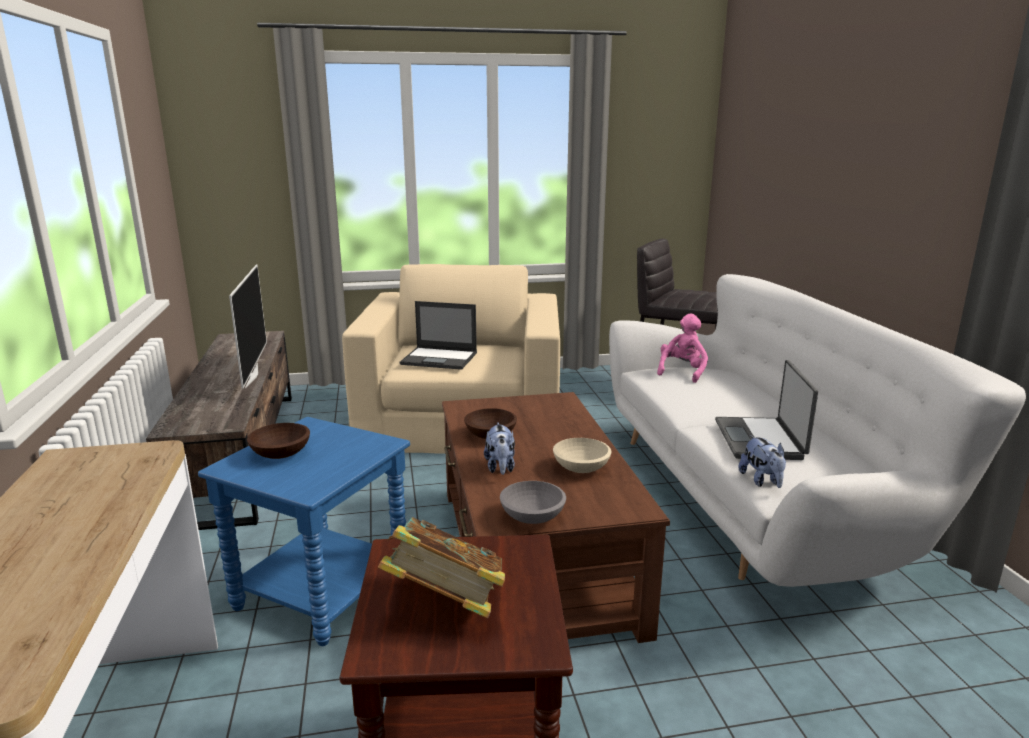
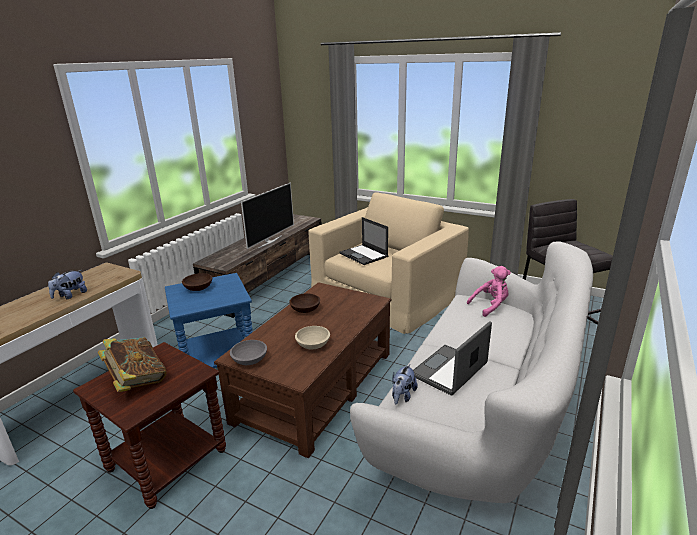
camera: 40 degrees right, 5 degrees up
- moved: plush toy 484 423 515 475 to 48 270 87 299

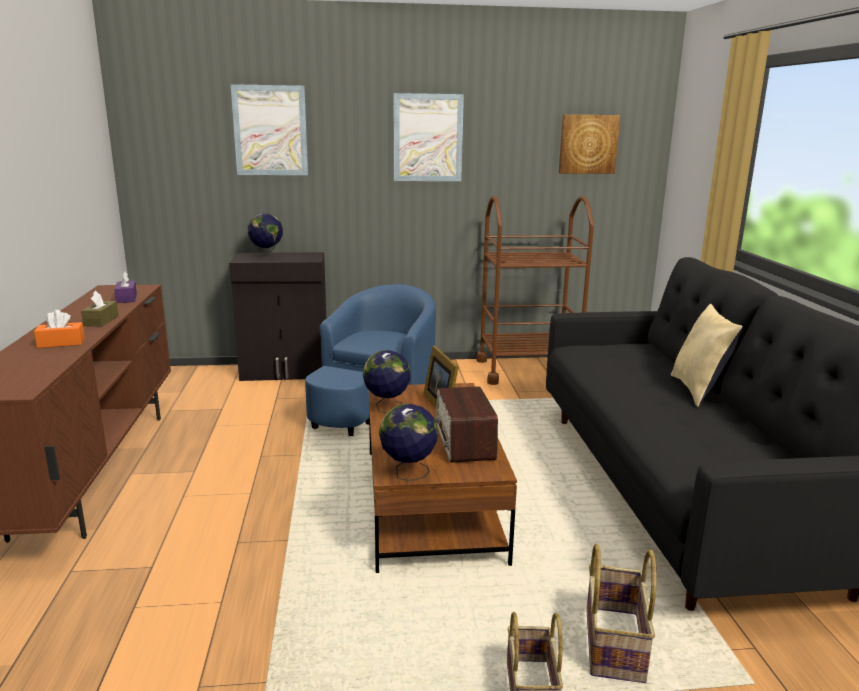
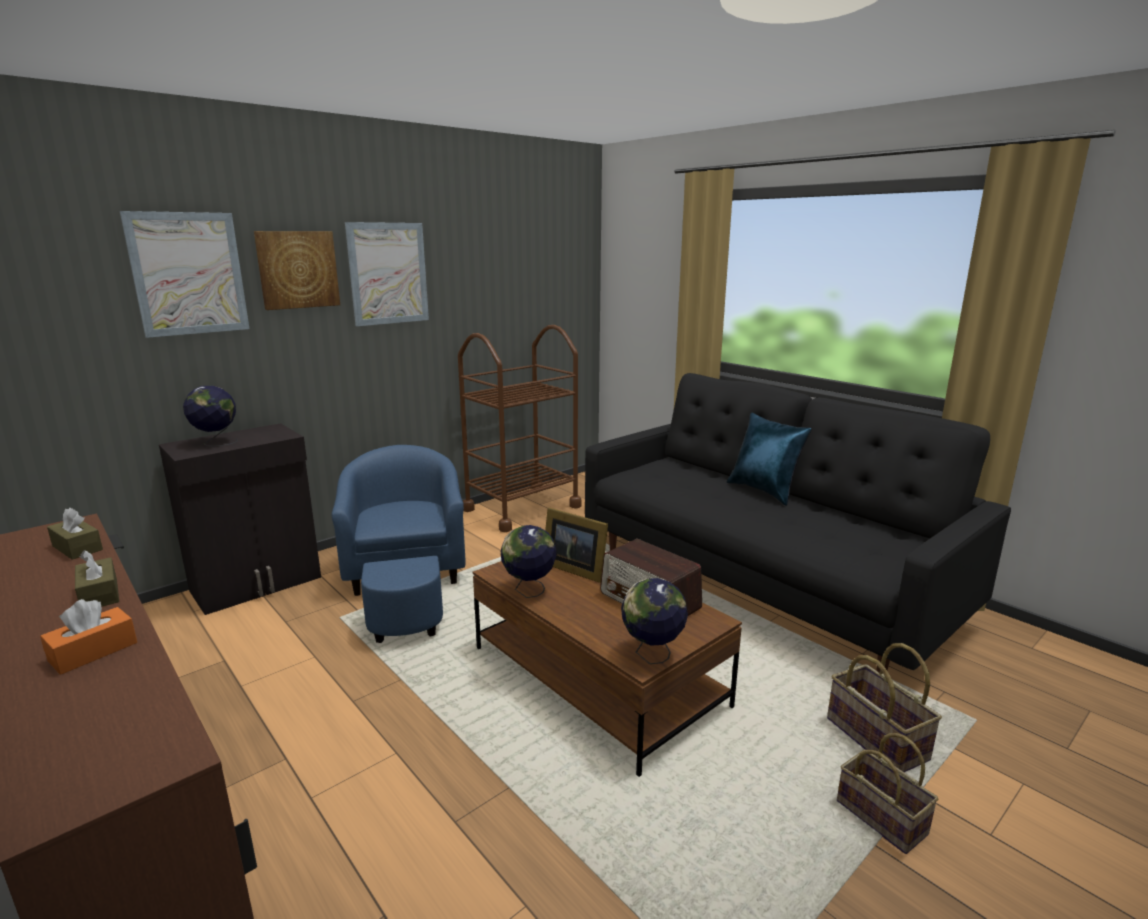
camera: 35 degrees left, 0 degrees up
- moved: picture 559 114 620 174 to 254 231 340 310
- recoloured: purple tissue box 114 271 137 303 to brown tissue box 47 507 103 560
- recoloured: beige pillow 671 304 743 407 to blue pillow 727 412 812 506

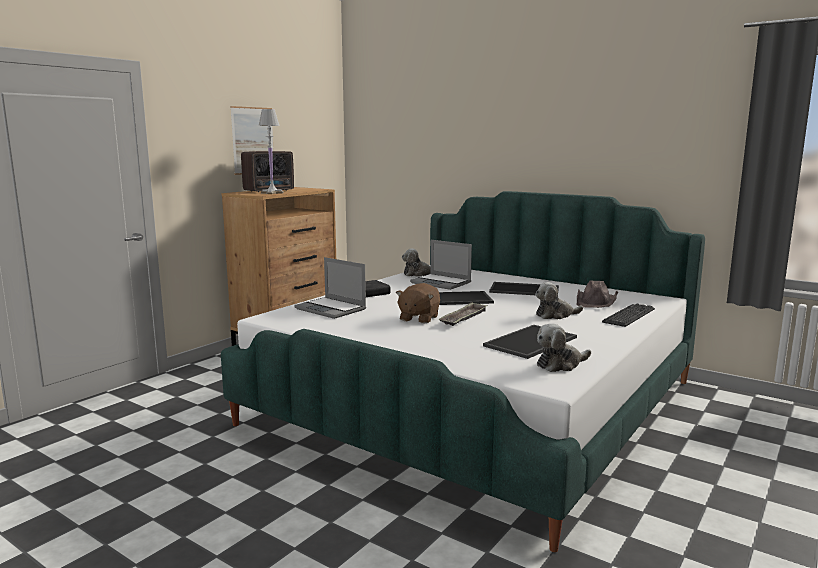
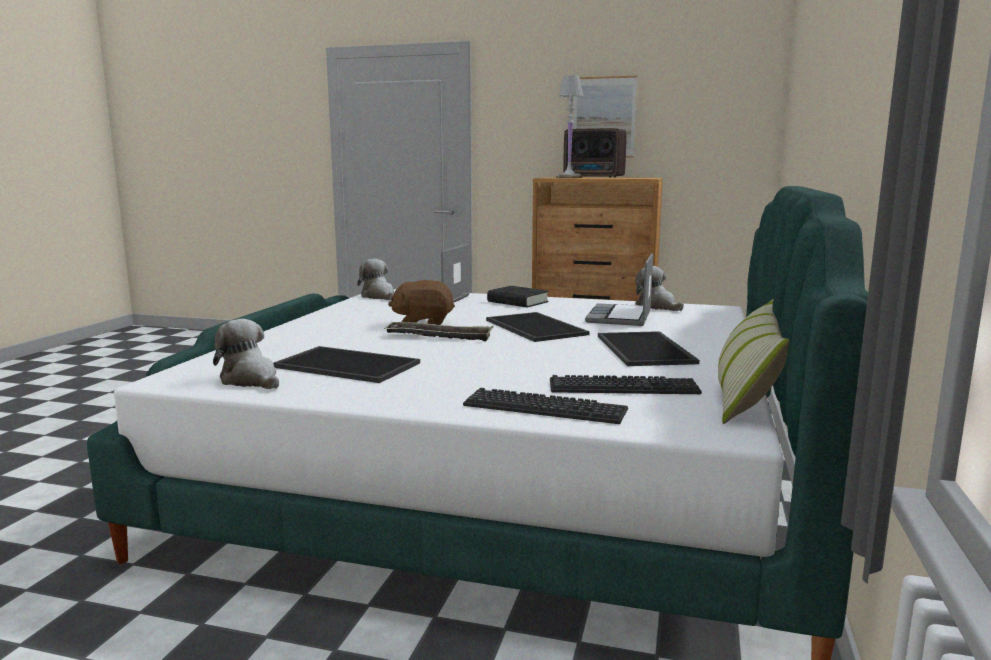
camera: 70 degrees right, 0 degrees up
- added: pillow 718 299 790 424
- moved: plush toy 535 282 583 319 to 357 259 394 300
- replaced: brown hat 577 281 618 308 to keyboard 550 375 702 394

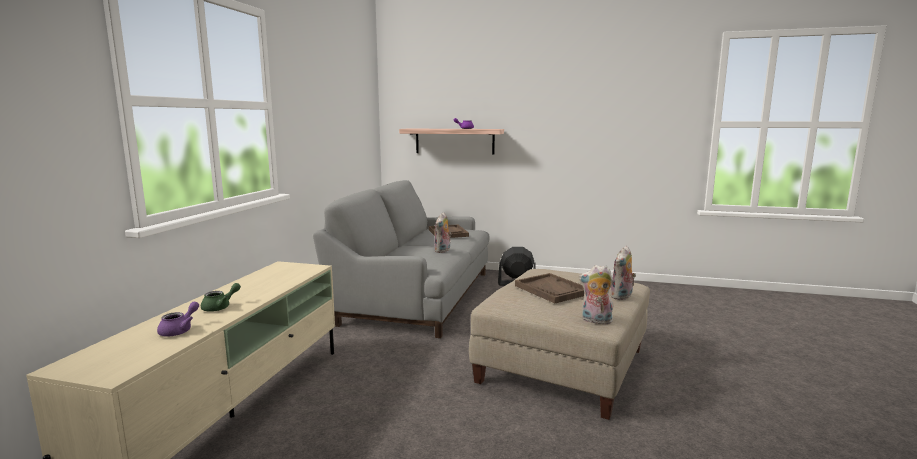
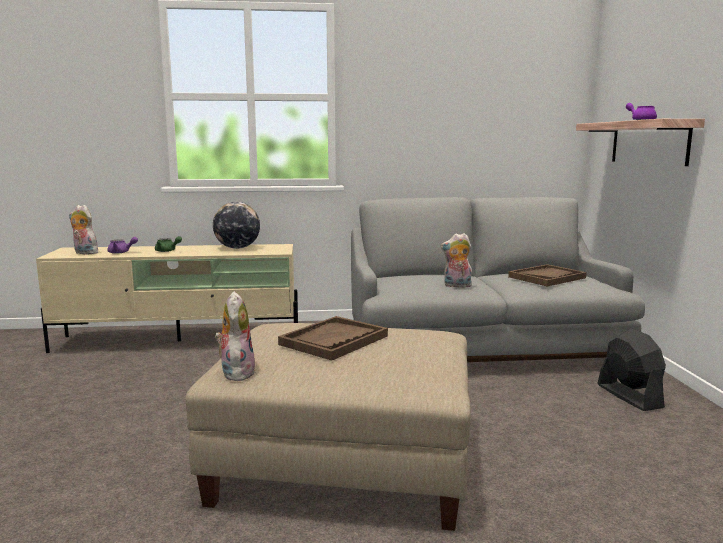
camera: 70 degrees right, 0 degrees up
- added: globe 213 202 260 249
- moved: plush toy 611 246 636 300 to 69 205 100 254

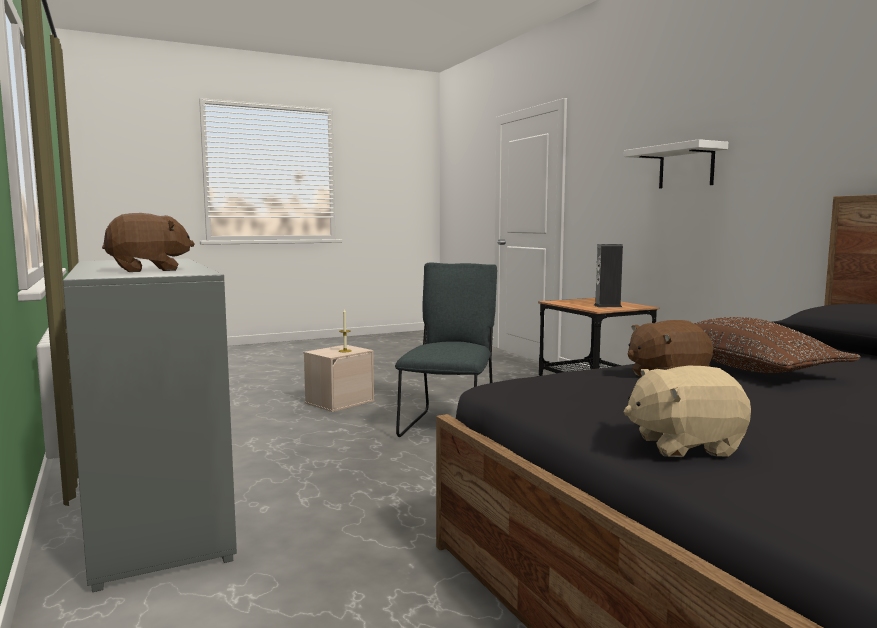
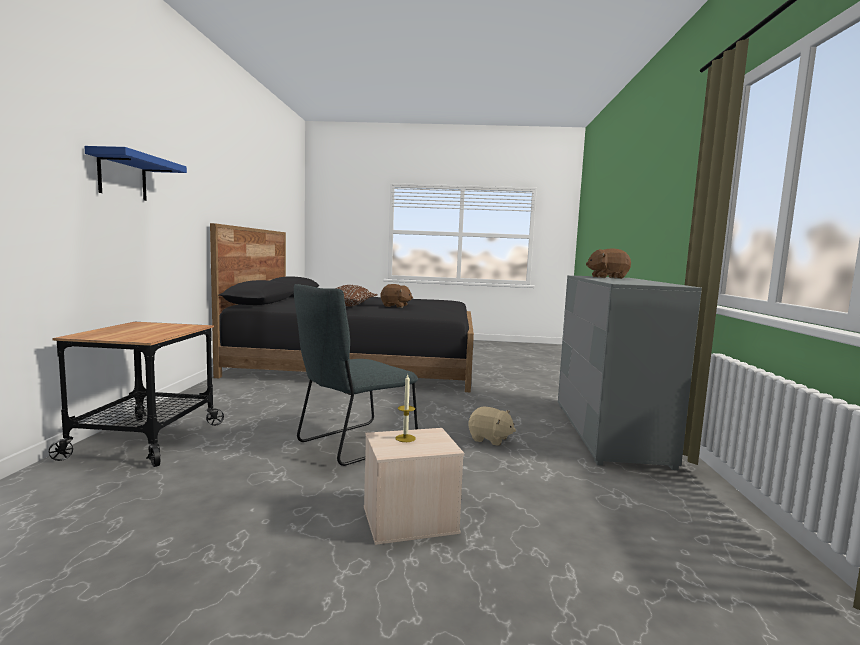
camera: 150 degrees left, 0 degrees up
- removed: speaker 594 244 623 307
- moved: beige plush toy 623 366 751 457 to 468 407 516 446
- recoloured: white shelf 624 139 728 188 to blue shelf 84 146 187 201

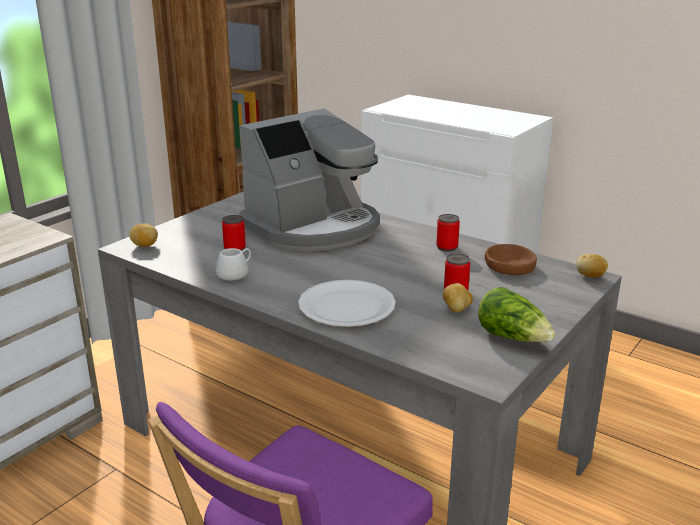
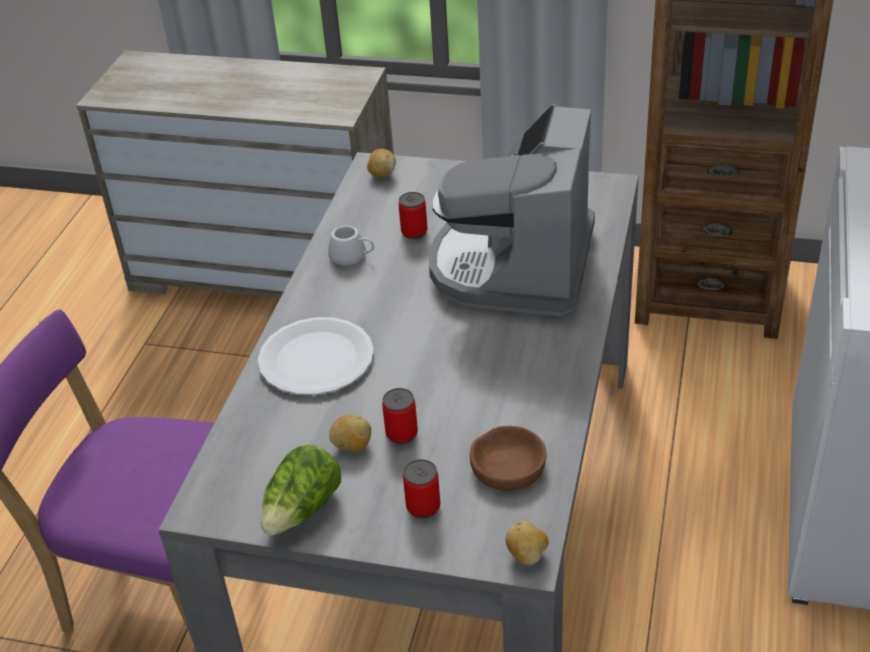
camera: 70 degrees right, 15 degrees up
- moved: can 436 214 460 251 to 403 459 440 518
- turned: coffee machine 238 108 380 252 = 429 104 595 316 75 degrees clockwise

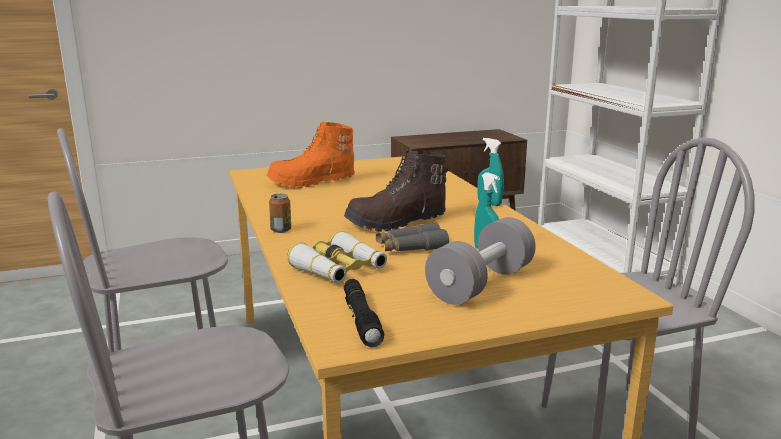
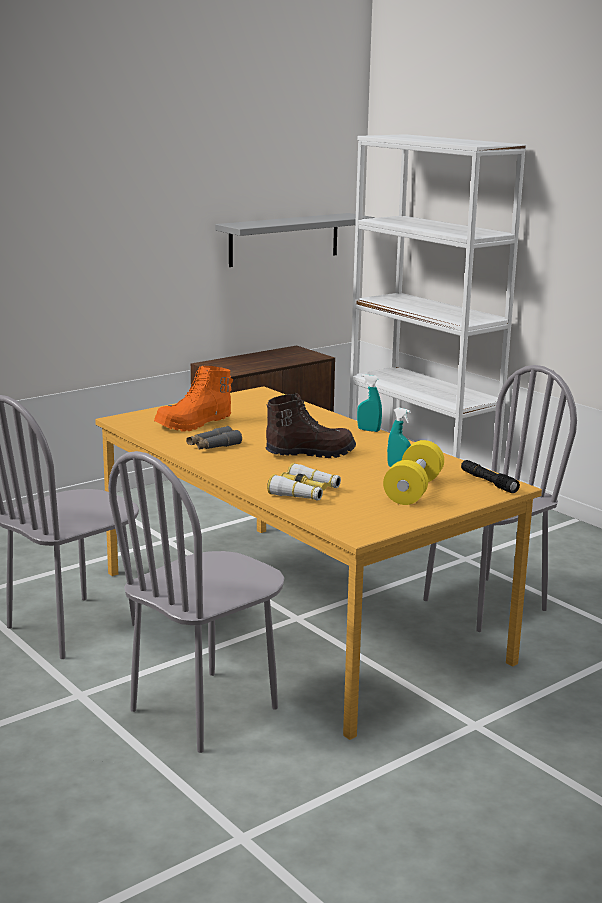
camera: 20 degrees left, 0 degrees up
- removed: can 269 194 291 233
- added: grey shelf 215 213 375 267
- moved: black flashlight 344 279 384 347 to 461 460 520 493
- moved: grey binoculars 376 222 449 251 to 186 426 242 449
- recoloured: grey dumbbell 425 217 536 305 to yellow dumbbell 383 440 444 505
- turned: brown boot 344 149 448 232 = 266 393 356 458 150 degrees counterclockwise

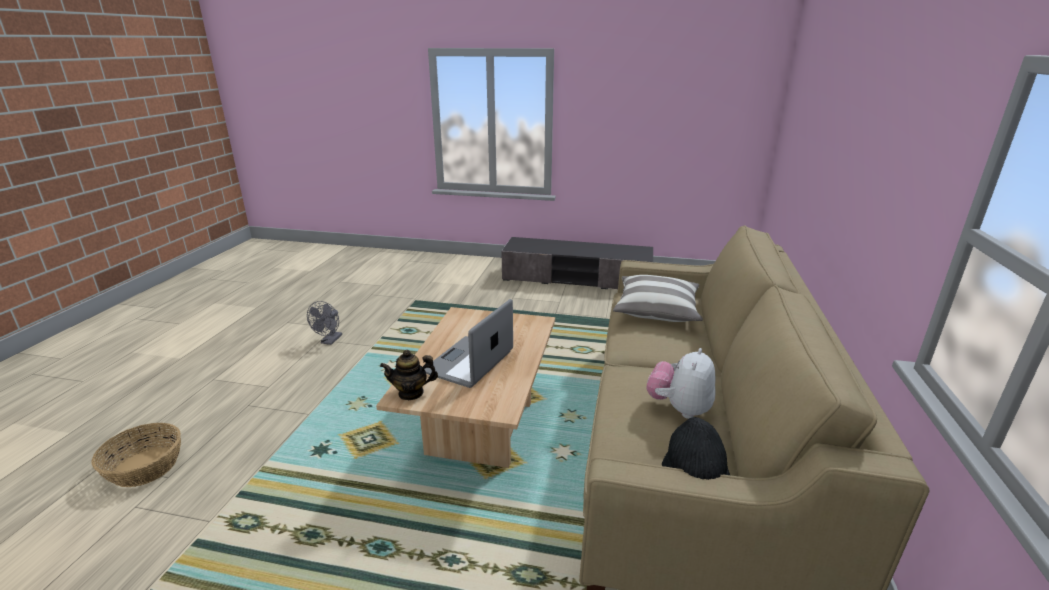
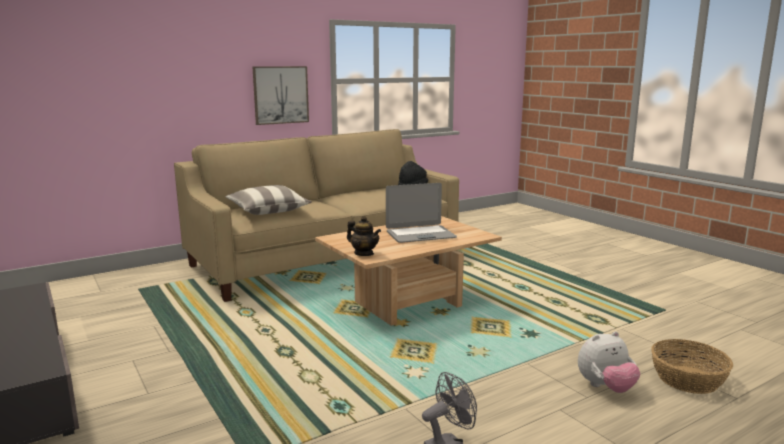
camera: 135 degrees left, 10 degrees down
- added: picture 252 66 309 125
- moved: teapot 380 350 438 400 to 347 216 381 256
- moved: plush toy 647 348 716 419 to 578 331 640 393

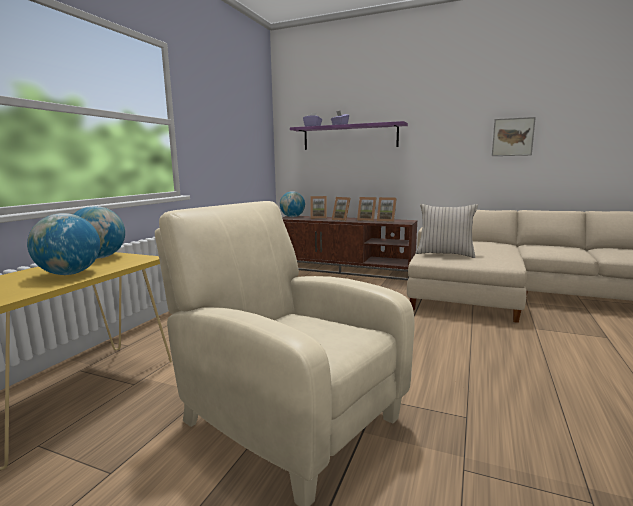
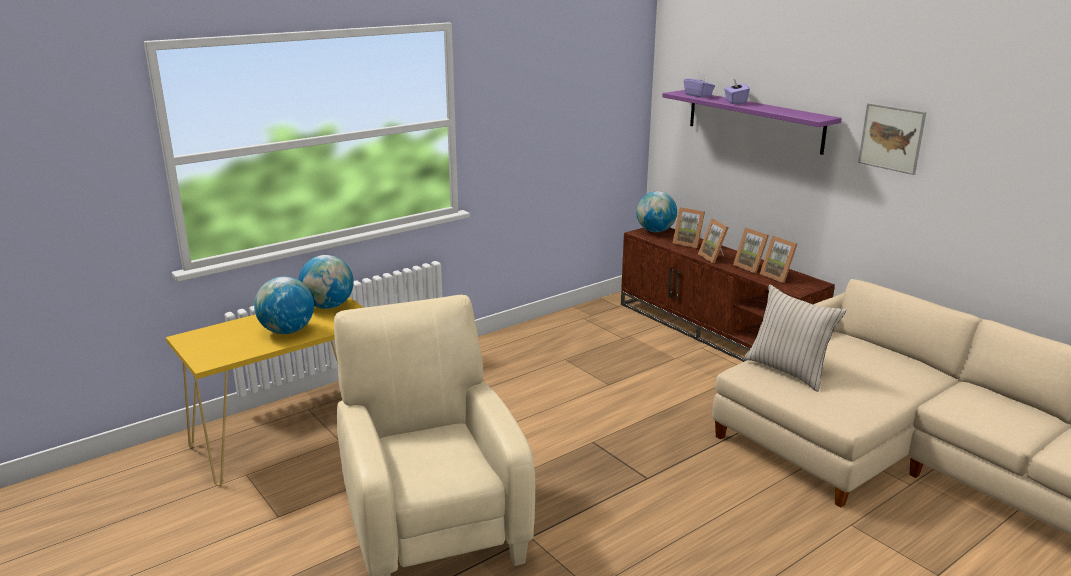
camera: 30 degrees right, 10 degrees up
- moved: picture 492 117 536 156 to 858 103 926 175

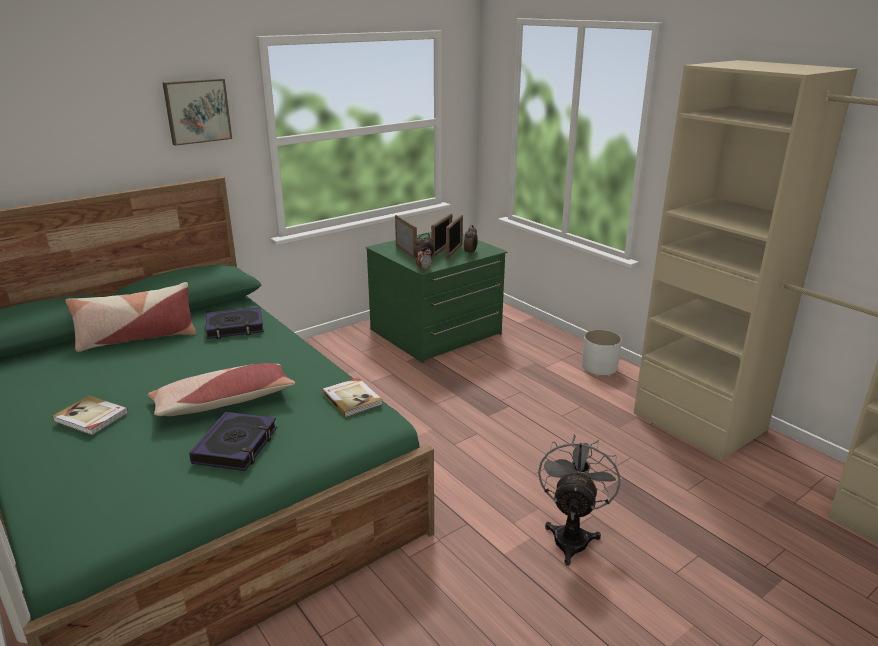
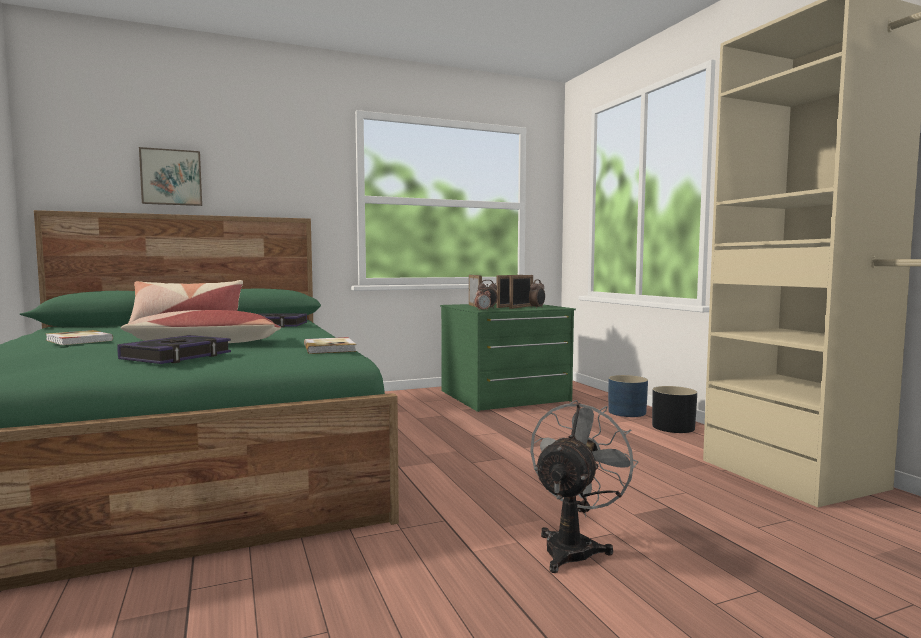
camera: 15 degrees right, 20 degrees down
- added: blue planter 608 375 648 417
- moved: picture 162 78 232 146 to 139 147 202 206
- recoloured: white planter 582 329 622 375 to black planter 652 386 697 433

